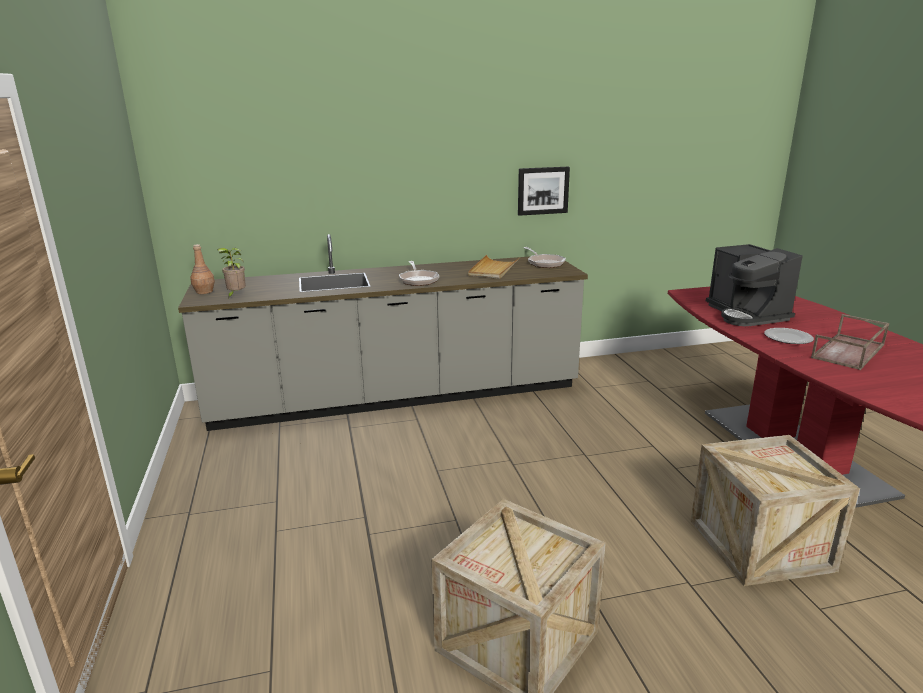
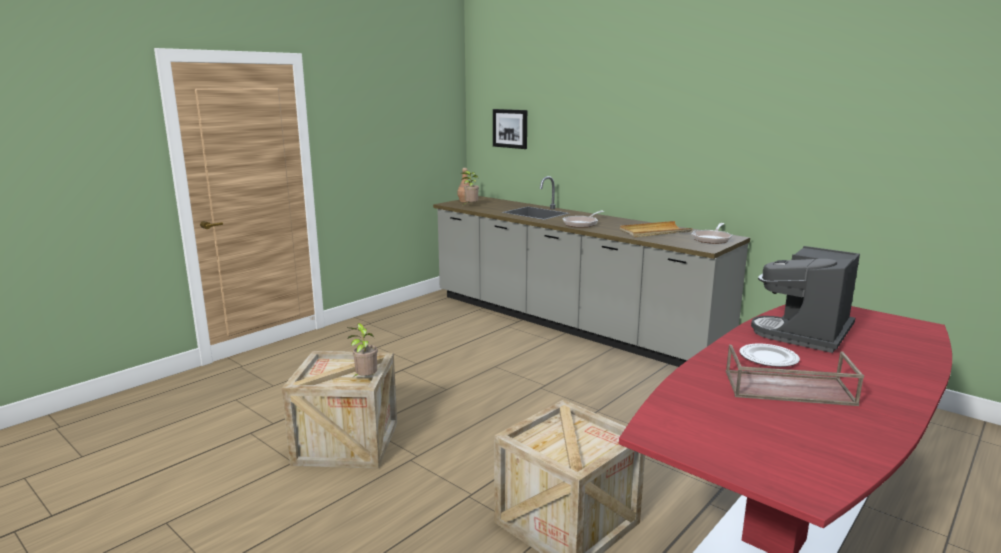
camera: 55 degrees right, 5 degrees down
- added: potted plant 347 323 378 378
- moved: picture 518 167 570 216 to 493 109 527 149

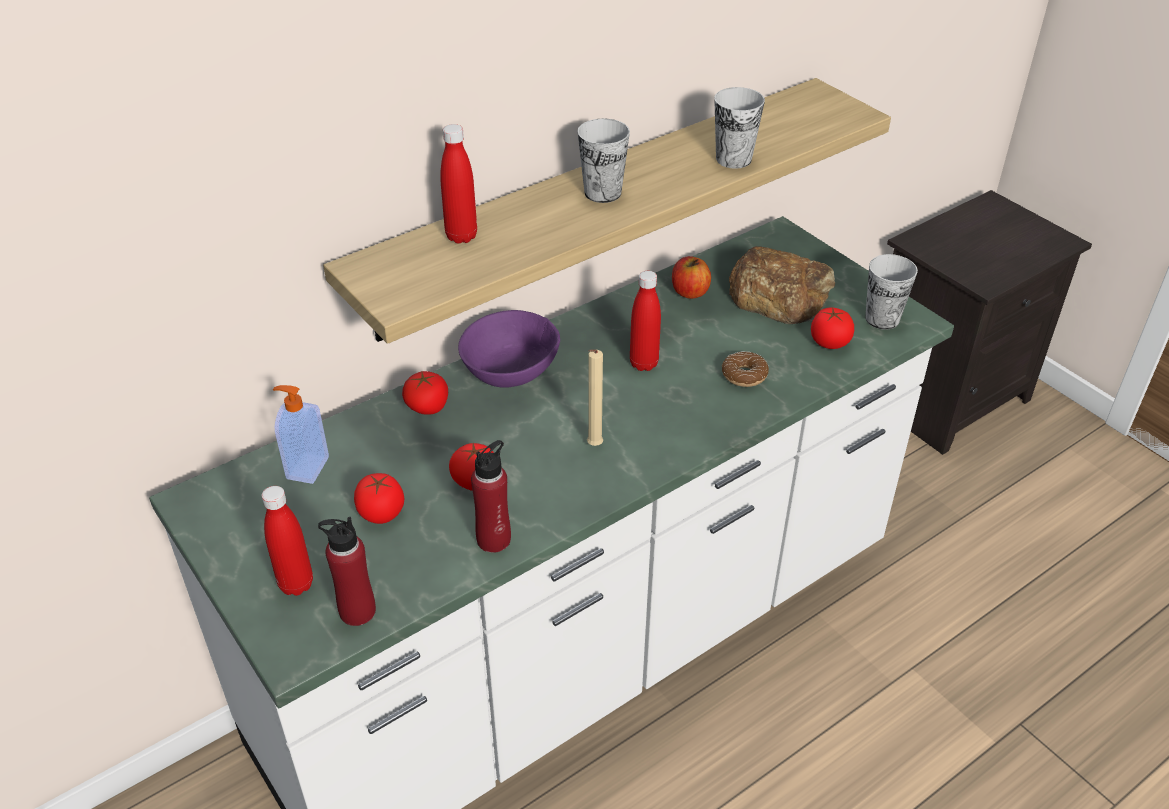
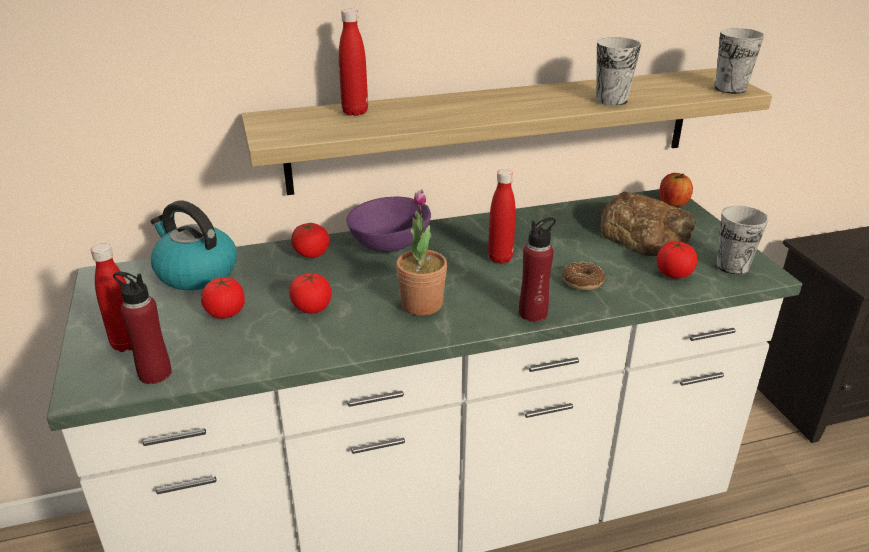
camera: 20 degrees right, 10 degrees down
- moved: red bottle 471 440 511 553 to 519 217 556 322
- moved: cup 577 118 630 203 to 715 28 764 94
- moved: apple 672 256 711 299 to 659 173 693 207
- replaced: soap dispenser 273 385 329 484 to kettle 151 200 237 290
- replaced: beige candle 587 349 603 446 to potted plant 396 189 447 316

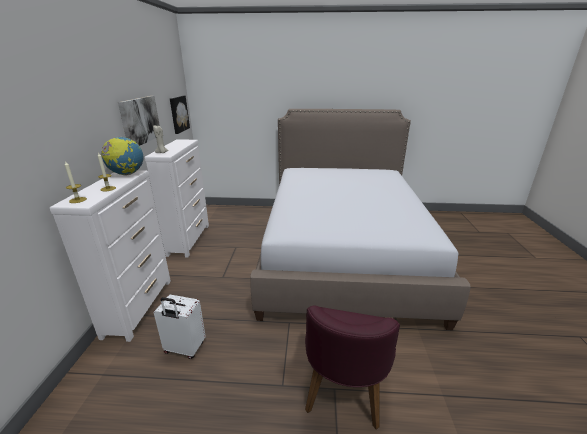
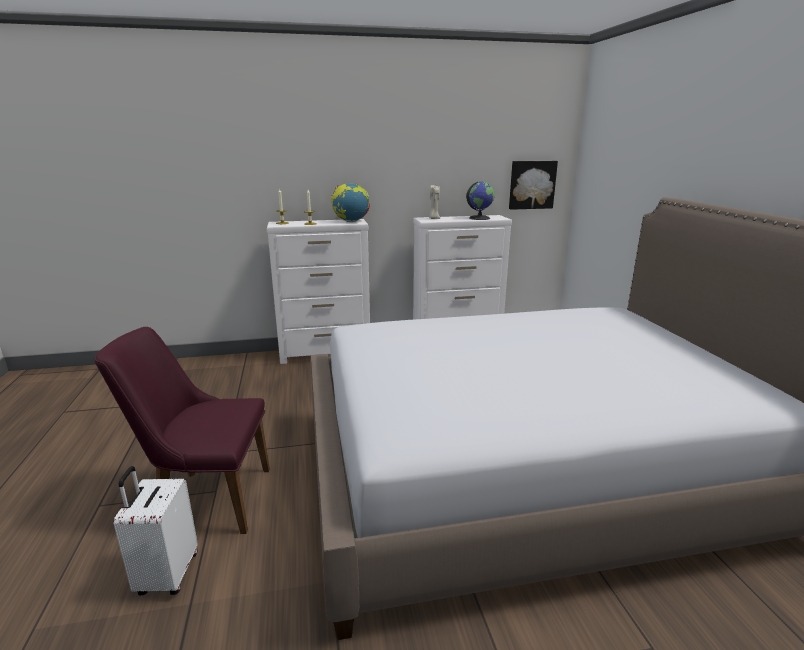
camera: 75 degrees right, 5 degrees down
- removed: picture 118 96 160 146
- added: globe 466 182 495 220
- moved: white suitcase 154 295 206 359 to 114 466 198 595

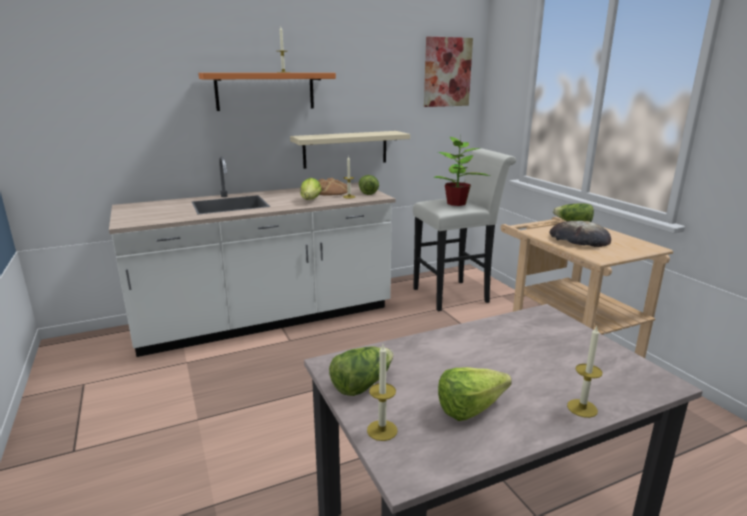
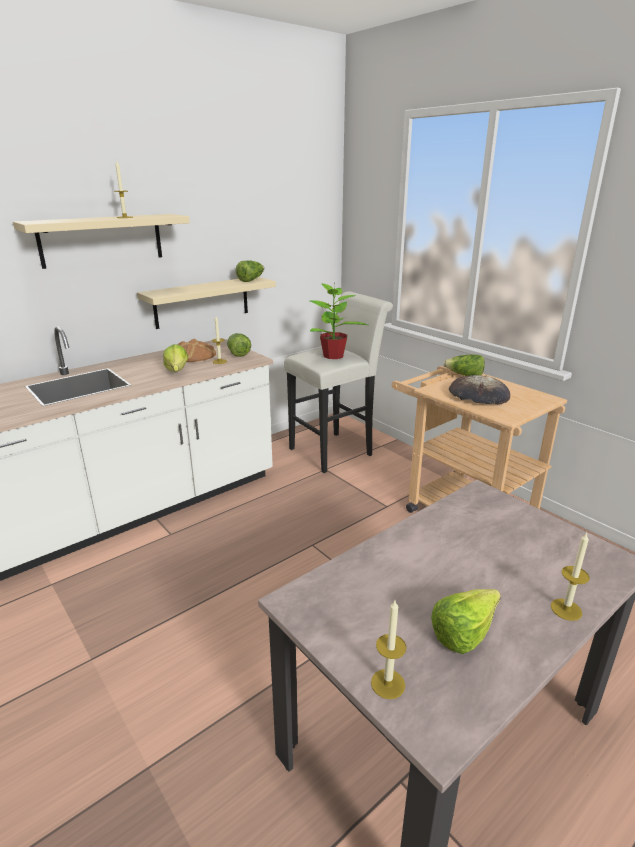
camera: 15 degrees left, 5 degrees up
- removed: picture 424 37 473 107
- moved: lettuce 329 346 394 396 to 236 260 264 282
- recoloured: orange shelf 199 73 336 111 to beige shelf 13 214 190 269

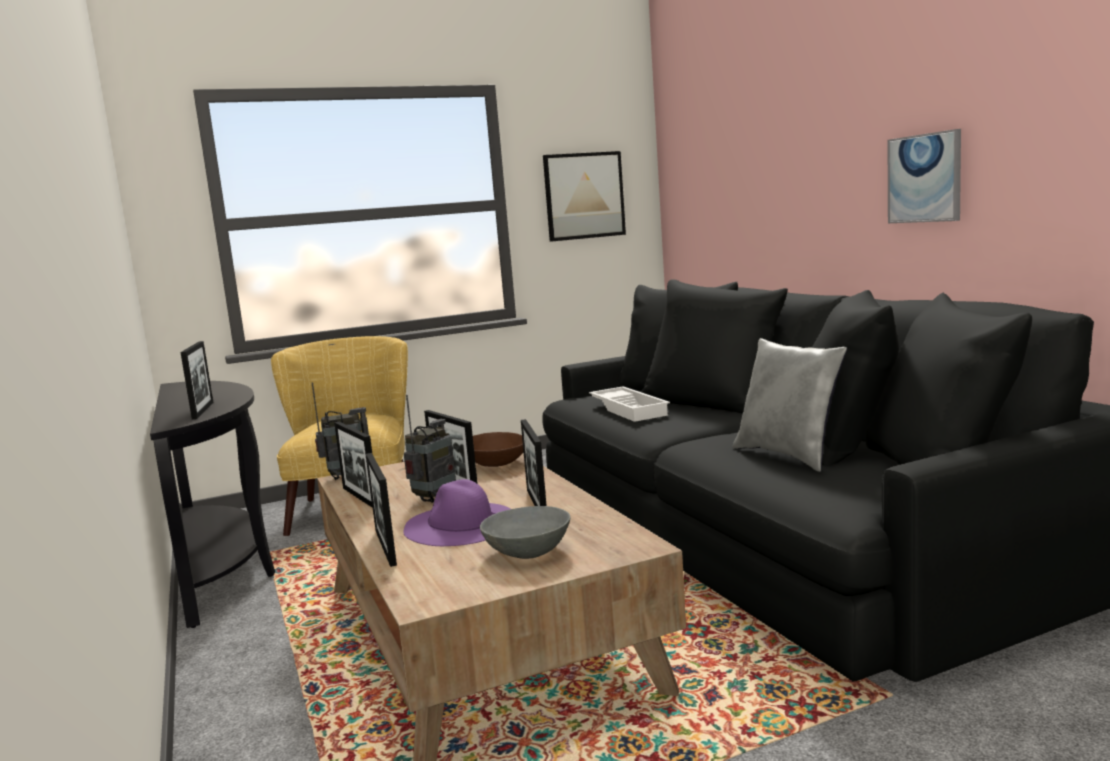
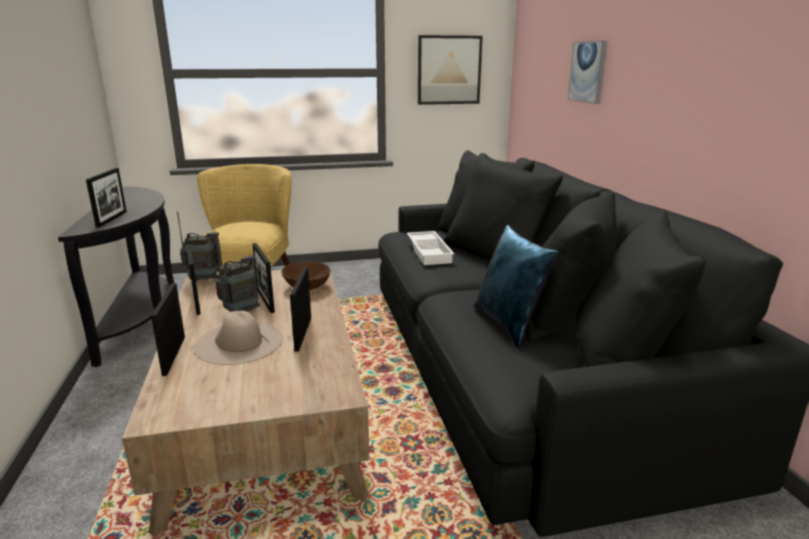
camera: 10 degrees right, 10 degrees up
- removed: grey bowl 480 506 570 559
- moved: picture 888 129 961 223 to 568 41 608 104
- recoloured: purple hat 403 479 511 546 to beige hat 194 311 283 365
- recoloured: grey pillow 732 338 847 472 to blue pillow 473 225 558 348

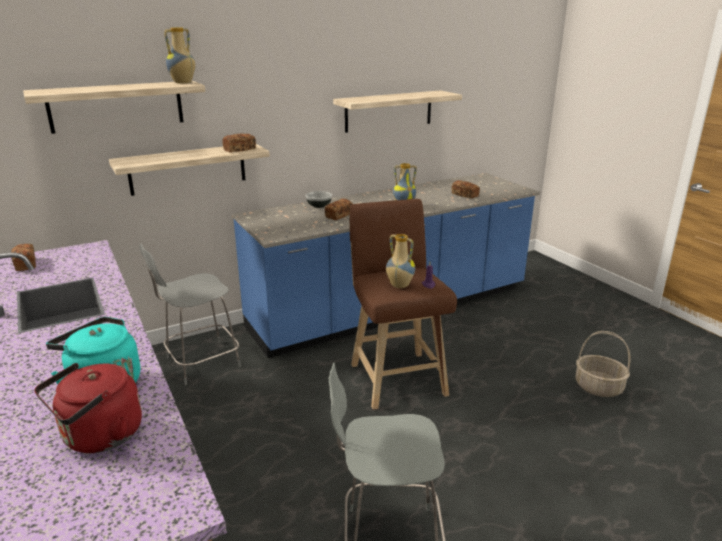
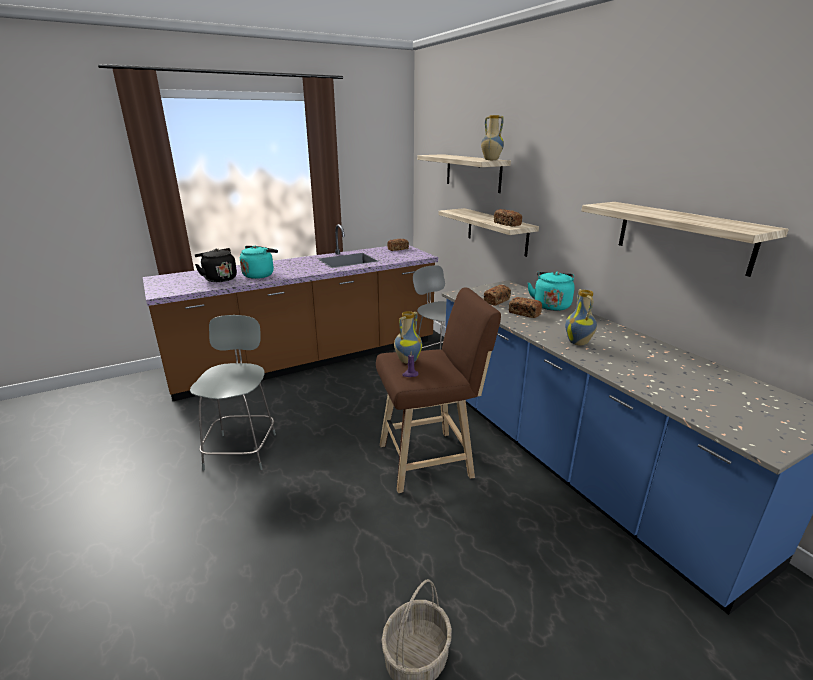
camera: 90 degrees right, 0 degrees up
- moved: bread 451 180 480 198 to 484 285 511 306
- replaced: bowl 305 191 332 208 to turquoise kettle 528 271 575 311
- recoloured: red kettle 34 363 142 453 to black kettle 195 248 237 282

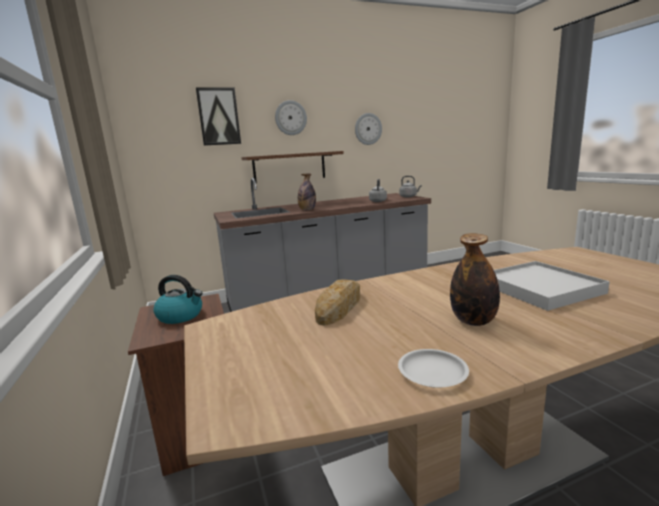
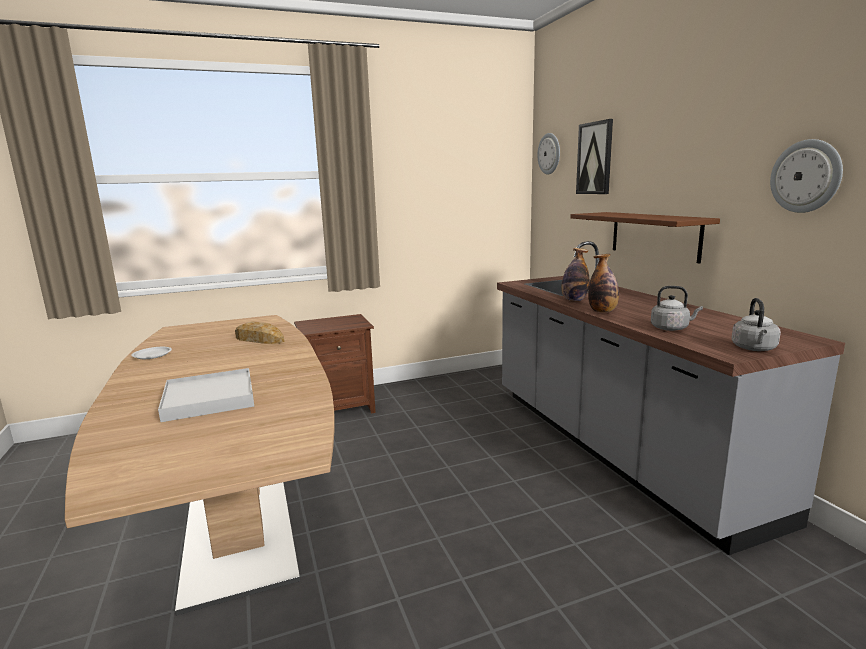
camera: 90 degrees right, 0 degrees up
- removed: kettle 153 275 203 324
- moved: wall clock 275 100 307 135 to 537 133 560 175
- moved: bottle 450 233 500 326 to 588 254 619 313

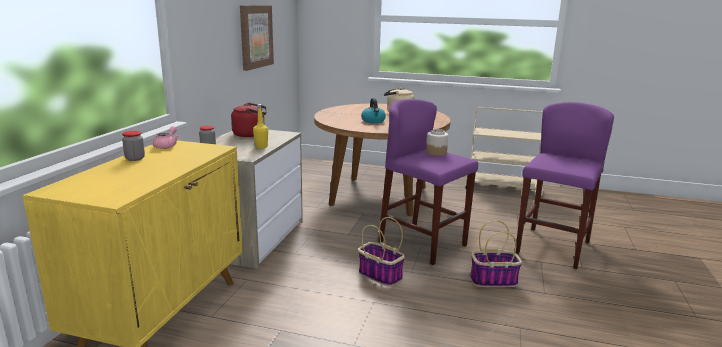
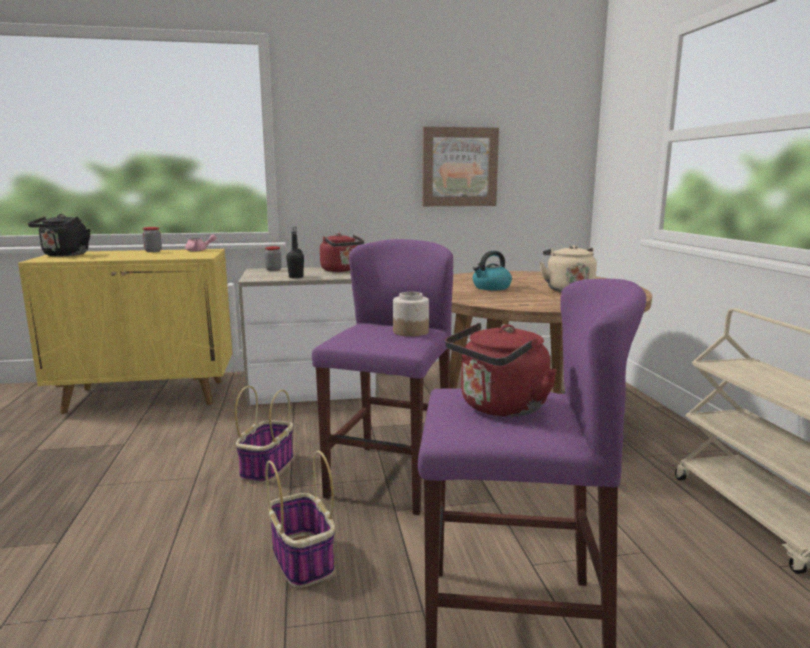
camera: 65 degrees right, 5 degrees down
- added: black kettle 28 214 91 256
- added: red kettle 445 323 557 417
- recoloured: yellow bottle 253 104 268 149 to black bottle 286 227 304 279

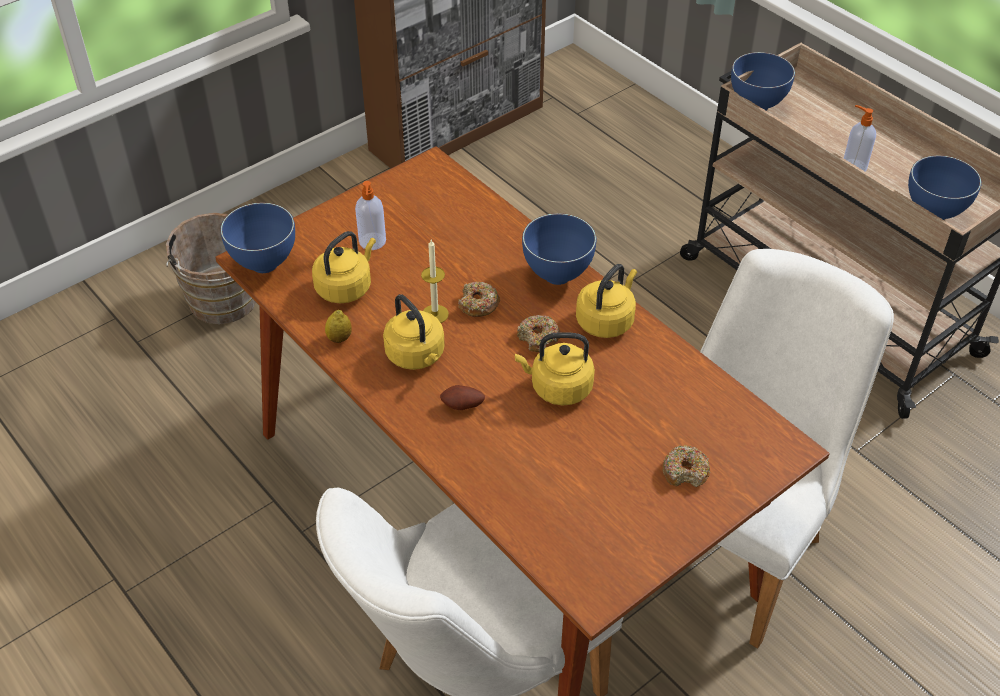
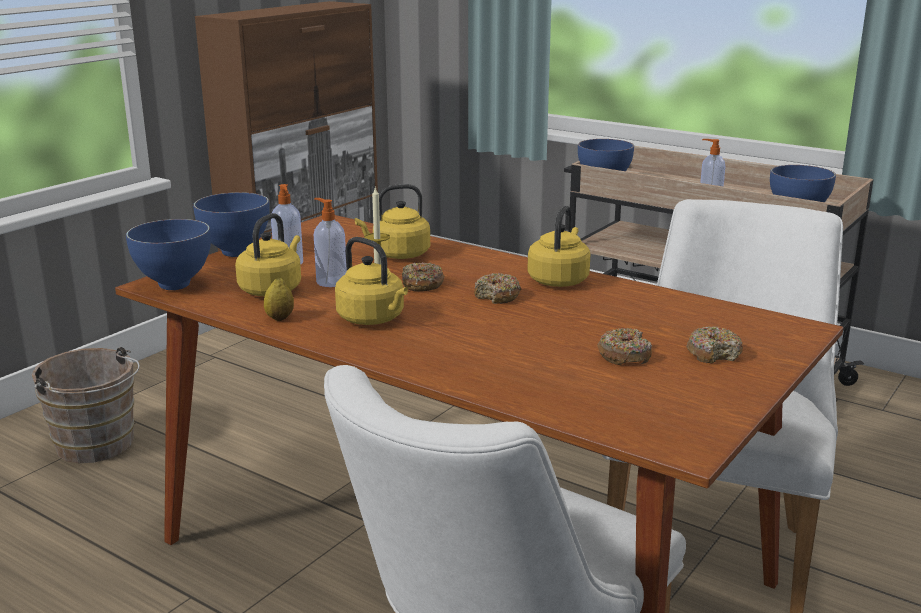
camera: 15 degrees left, 25 degrees down
- removed: potato 440 385 485 410
- added: soap dispenser 314 198 347 287
- added: donut 597 328 652 365
- moved: yellow kettle 515 332 595 406 to 355 184 430 259
- moved: blue bowl 522 213 596 285 to 193 192 270 257

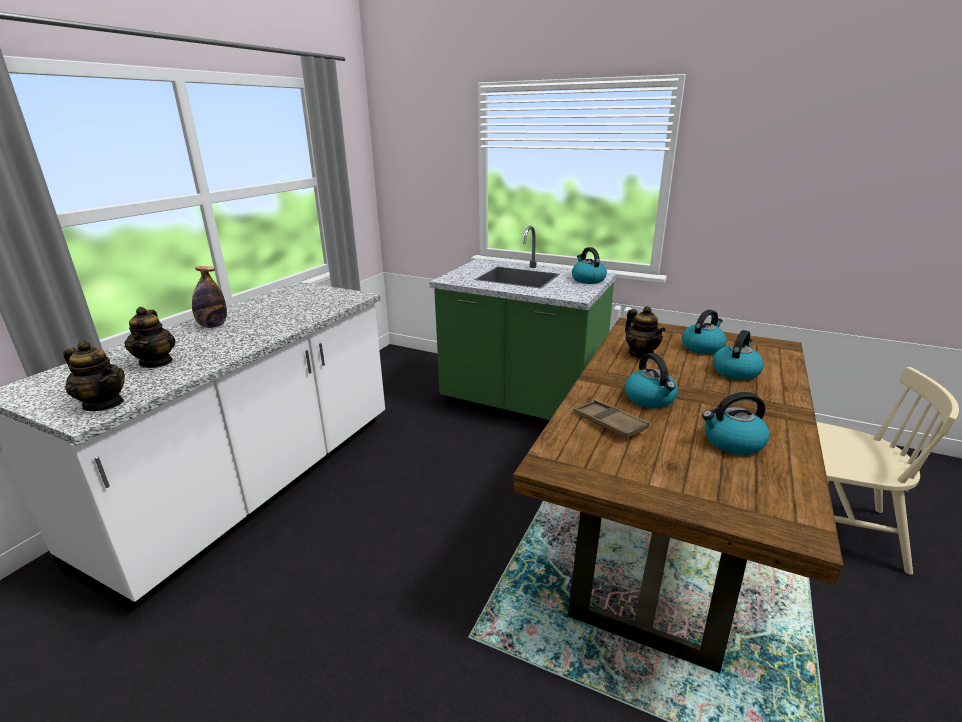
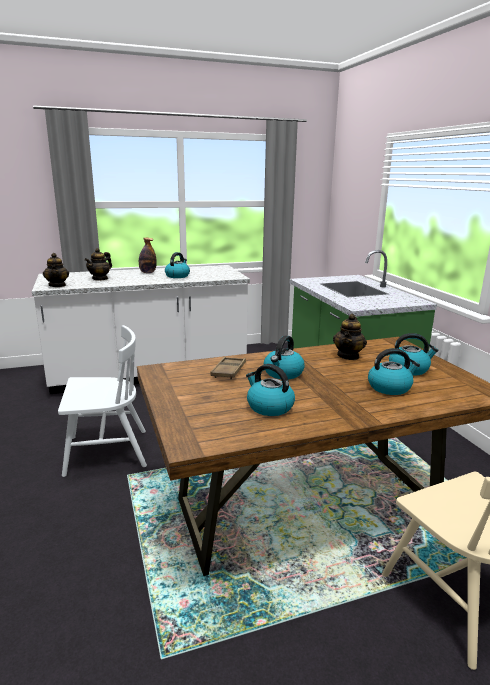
camera: 45 degrees right, 5 degrees down
- added: white chair 58 325 147 477
- moved: kettle 572 247 607 284 to 165 252 190 278

